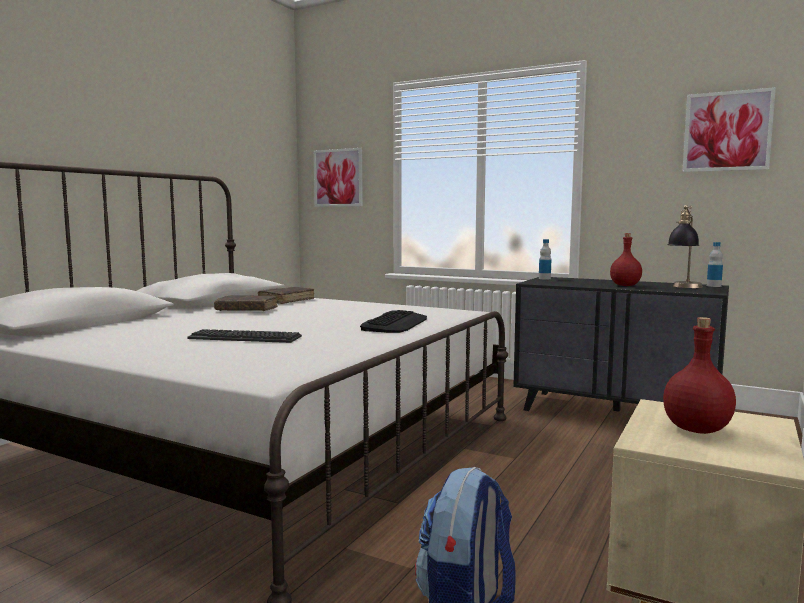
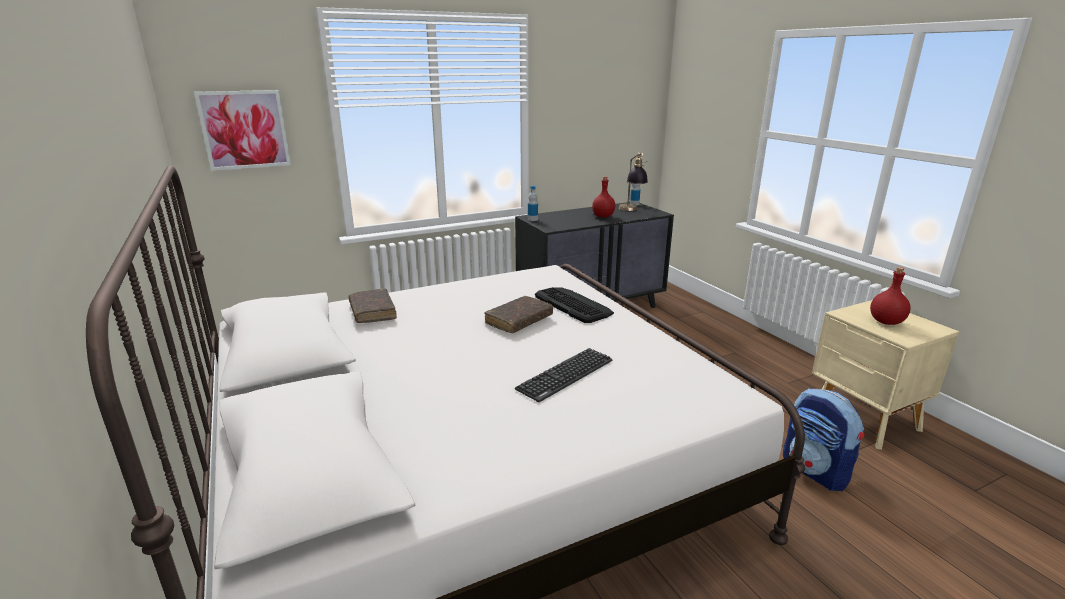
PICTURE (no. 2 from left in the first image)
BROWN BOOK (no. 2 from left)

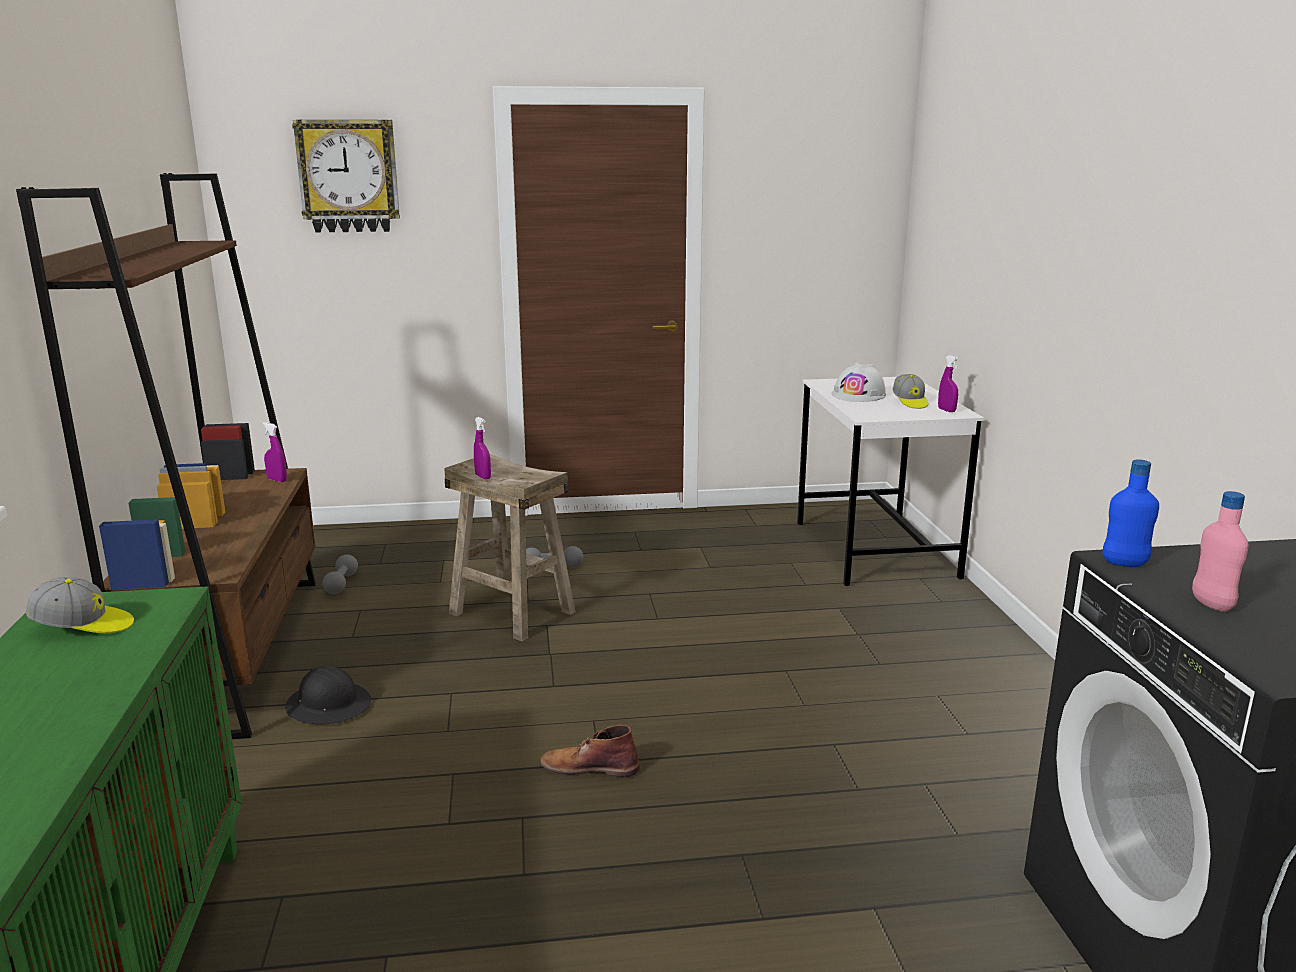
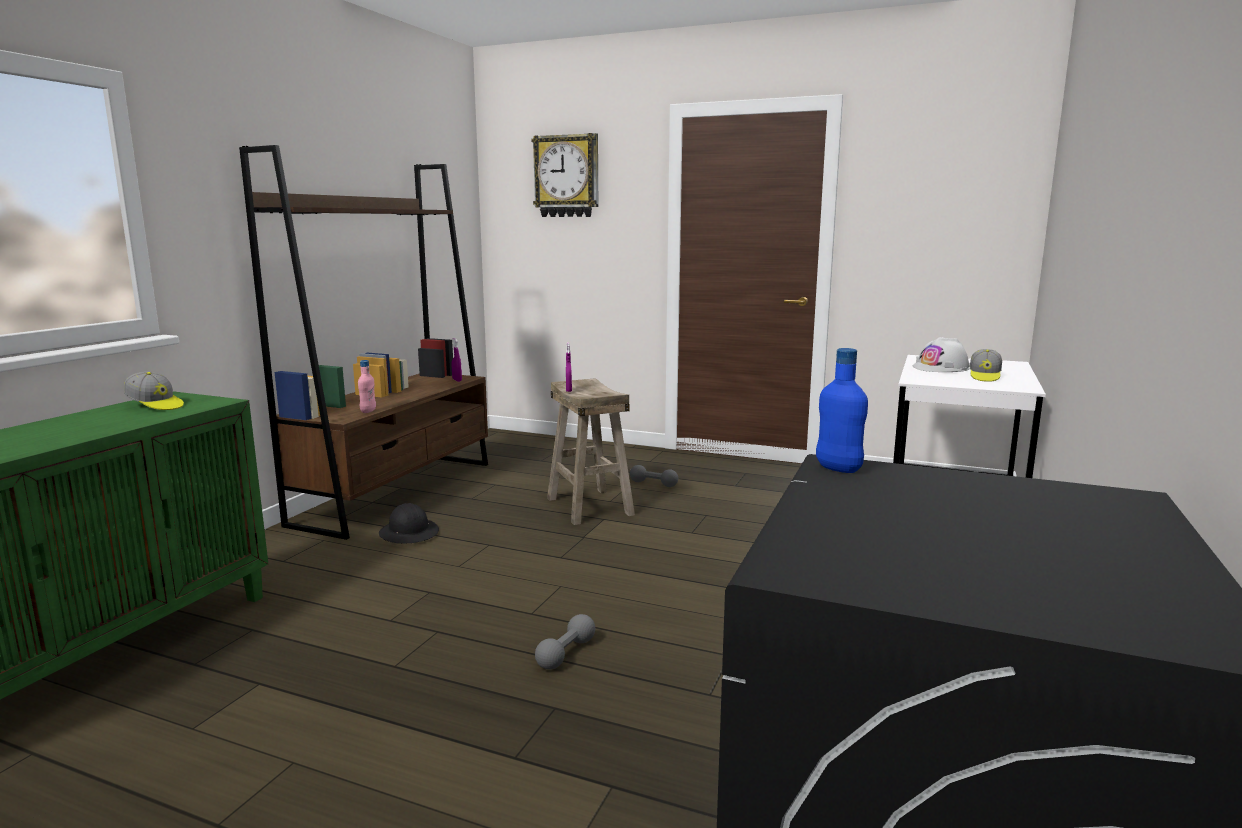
PURPLE SPRAY BOTTLE (no. 3 from left in the first image)
PINK BOTTLE
GREY DUMBBELL (no. 1 from left)
BROWN BOOT

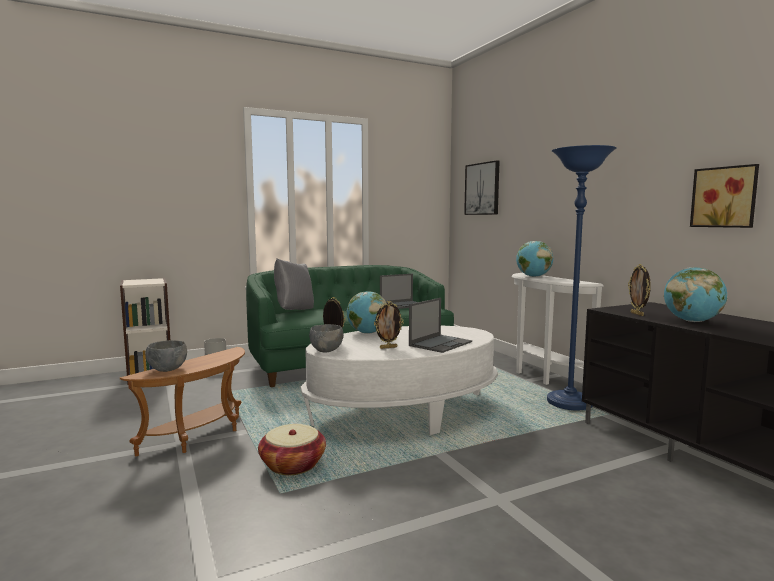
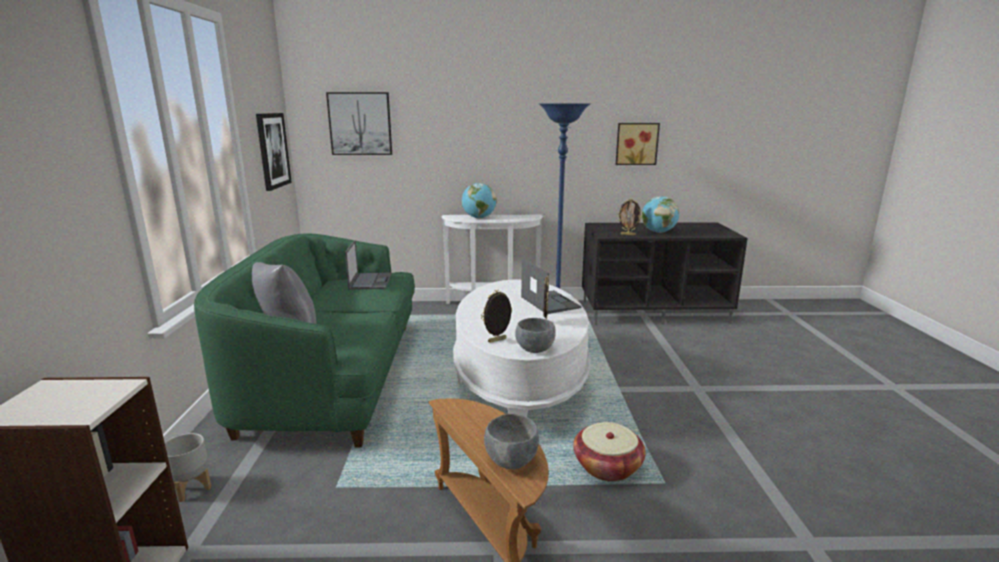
GLOBE (no. 1 from left in the first image)
PICTURE (no. 1 from left)

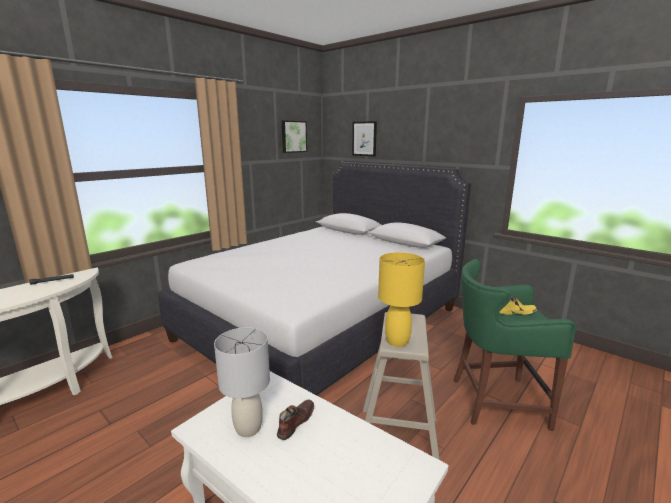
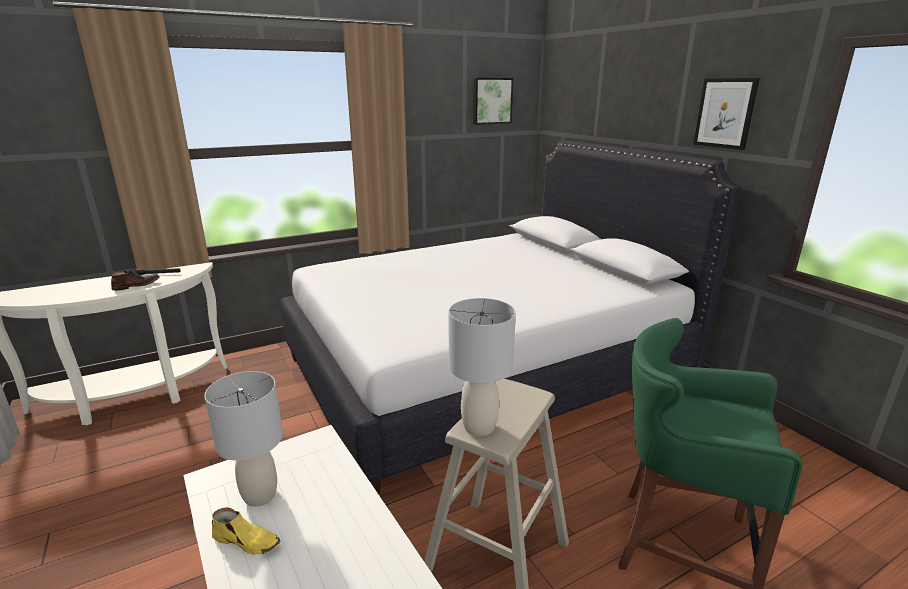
PICTURE (no. 2 from left)
GREY TABLE LAMP (no. 2 from left)
YELLOW SHOE
BROWN SHOE

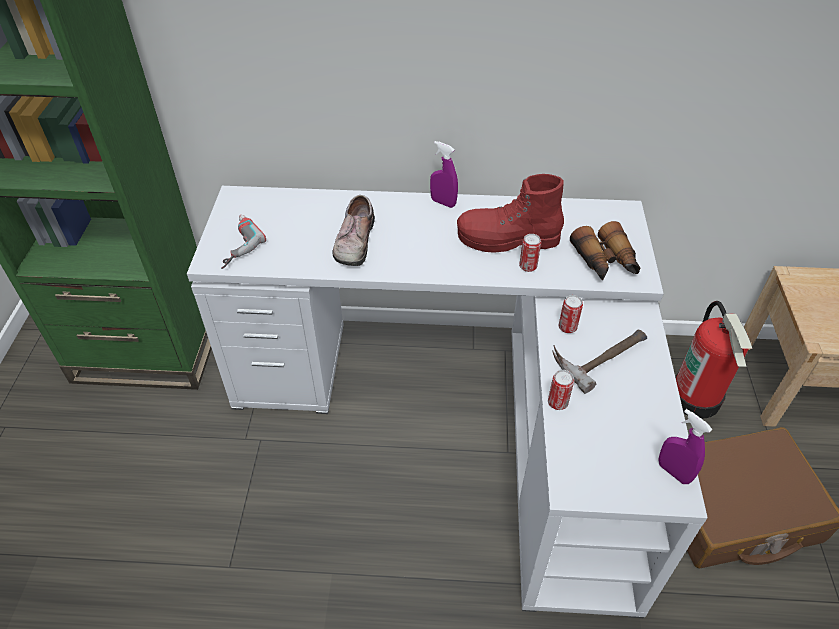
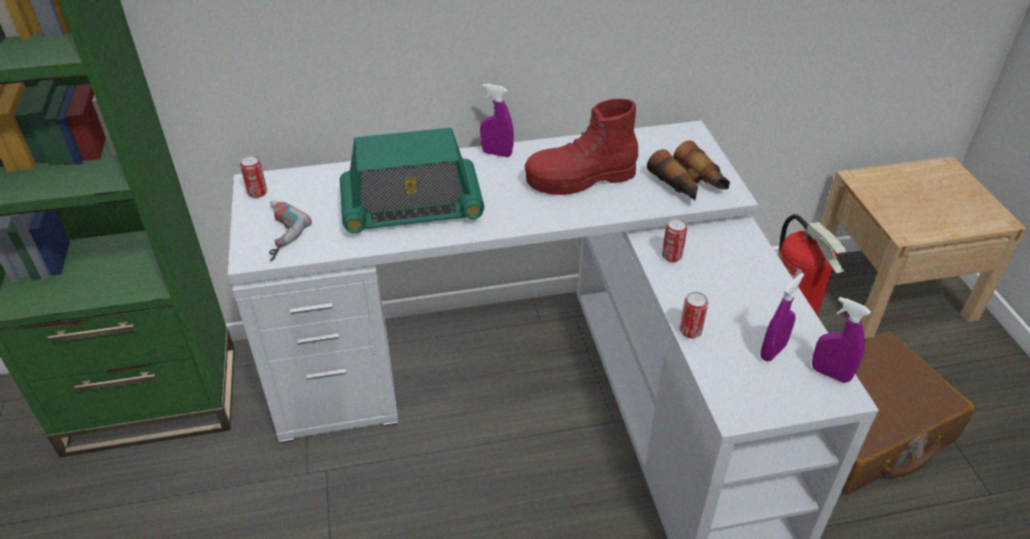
RADIO
CAN (no. 1 from left)
HAMMER
PURPLE SPRAY BOTTLE (no. 2 from left)

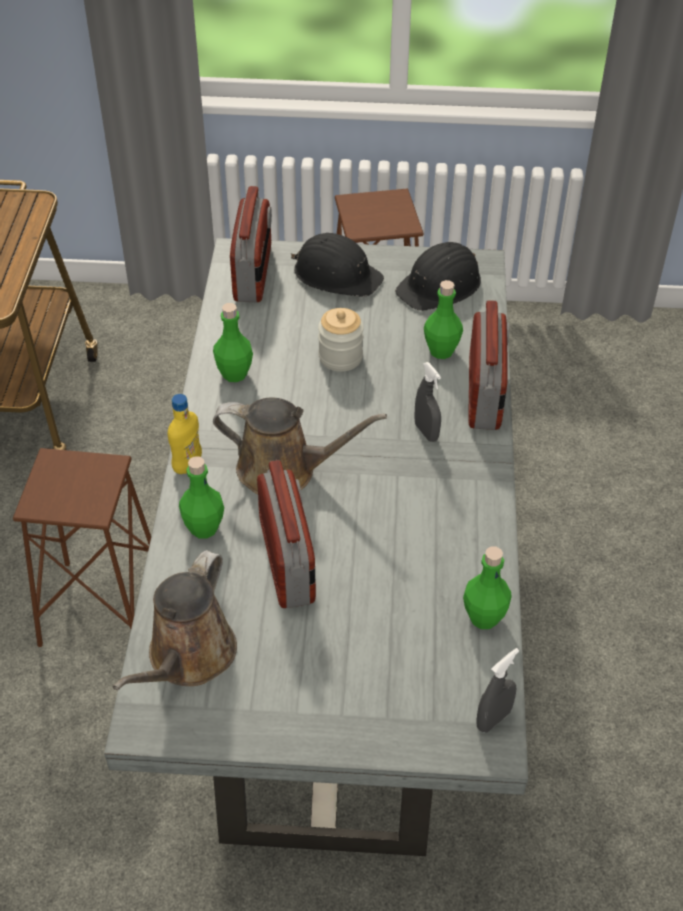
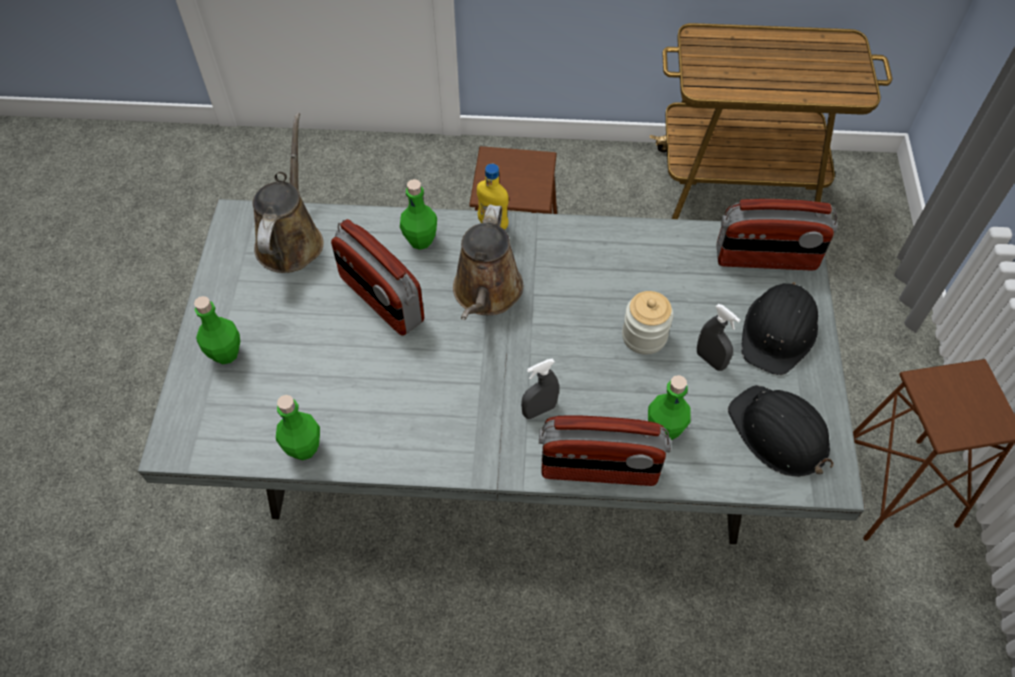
GREEN BOTTLE (no. 1 from left)
RADIO (no. 1 from left)
BROWN WATERING CAN (no. 1 from left)
GREY SPRAY BOTTLE (no. 2 from left)

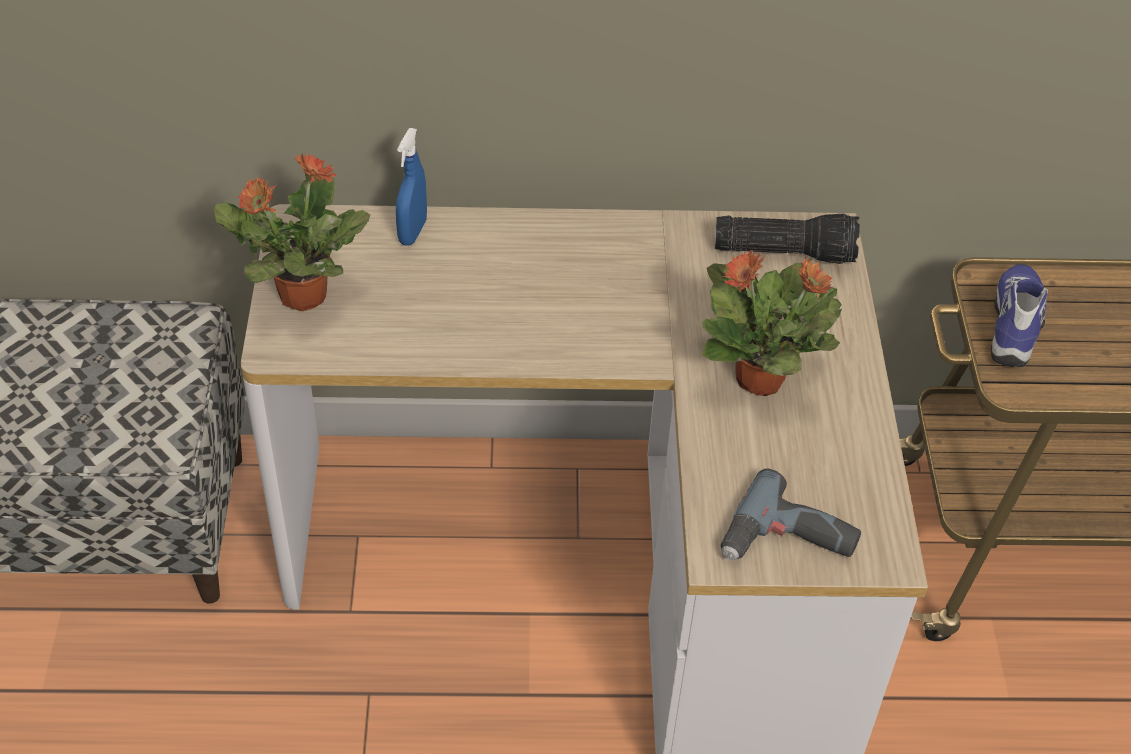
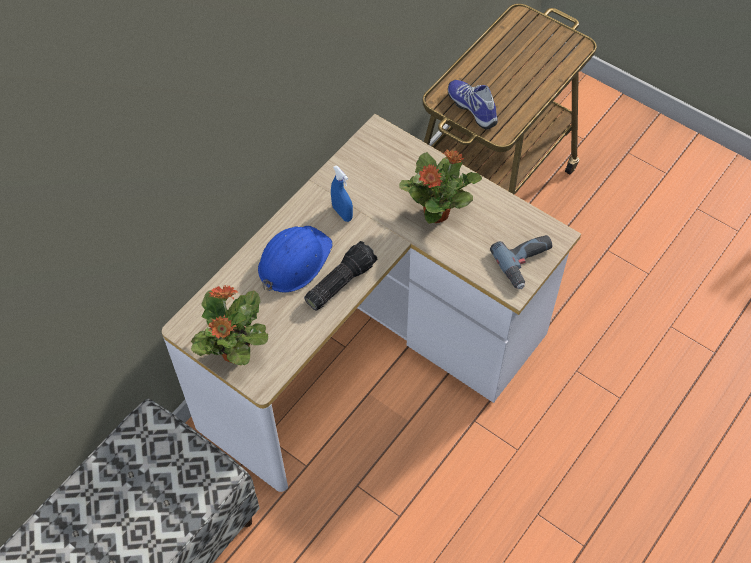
BLUE SPRAY BOTTLE
FLASHLIGHT
BLUE HARD HAT

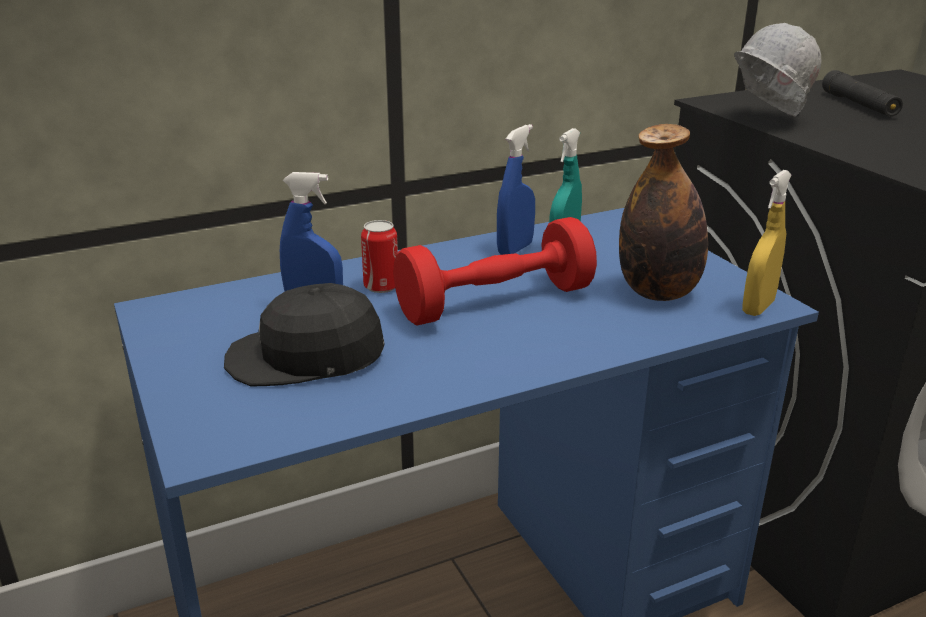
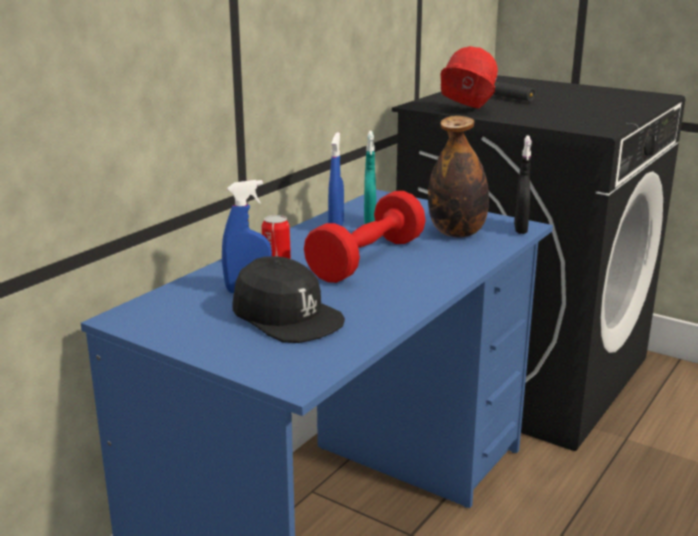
RED HARD HAT
BLACK SPRAY BOTTLE
BLACK CAP

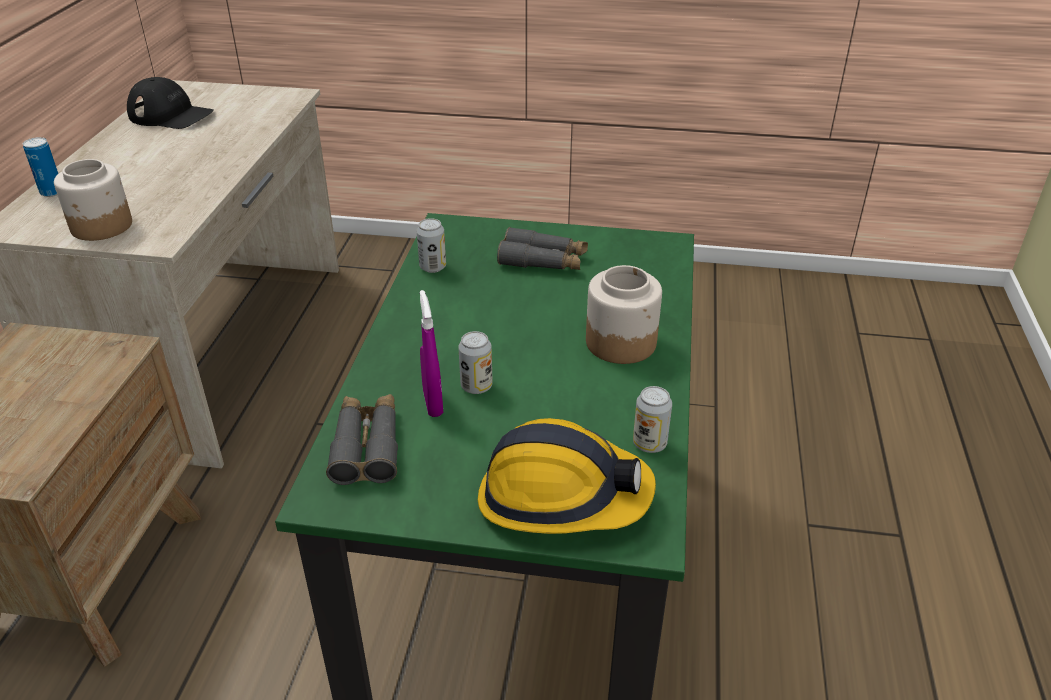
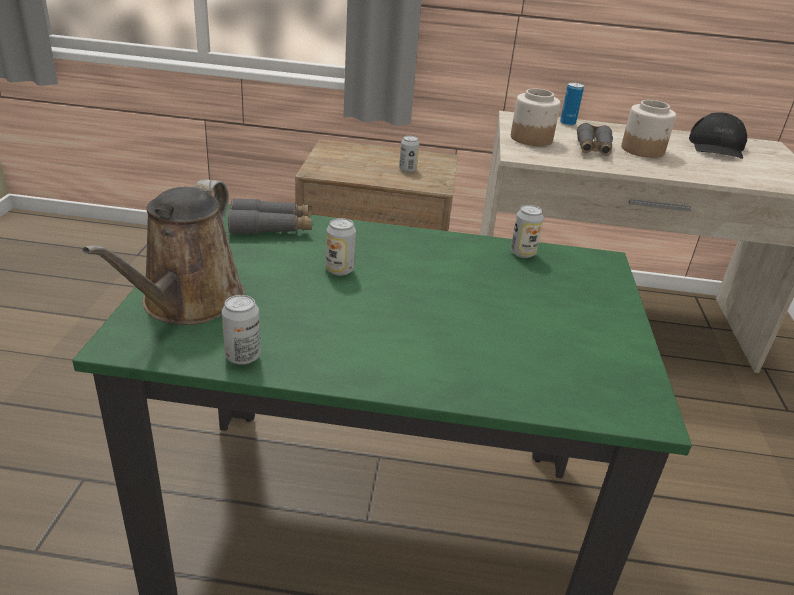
GREY BINOCULARS (no. 2 from left)
JAR (no. 2 from left)
PURPLE SPRAY BOTTLE
BROWN WATERING CAN
CAN (no. 3 from left)

